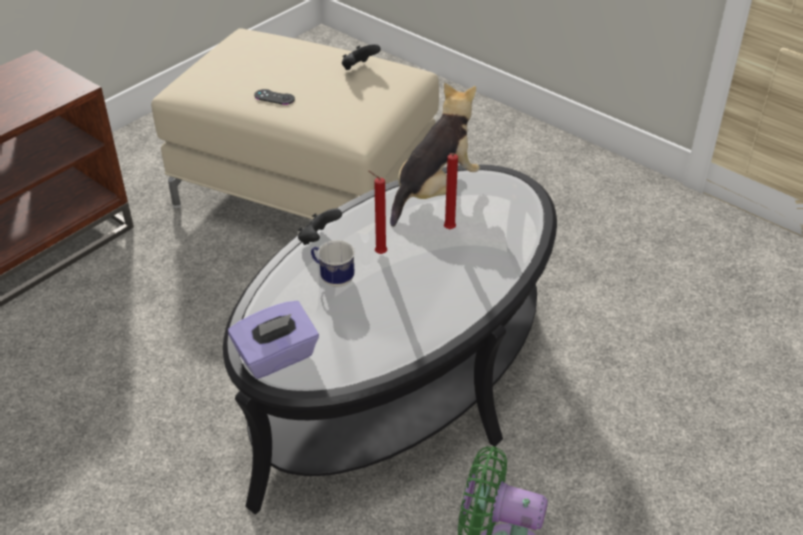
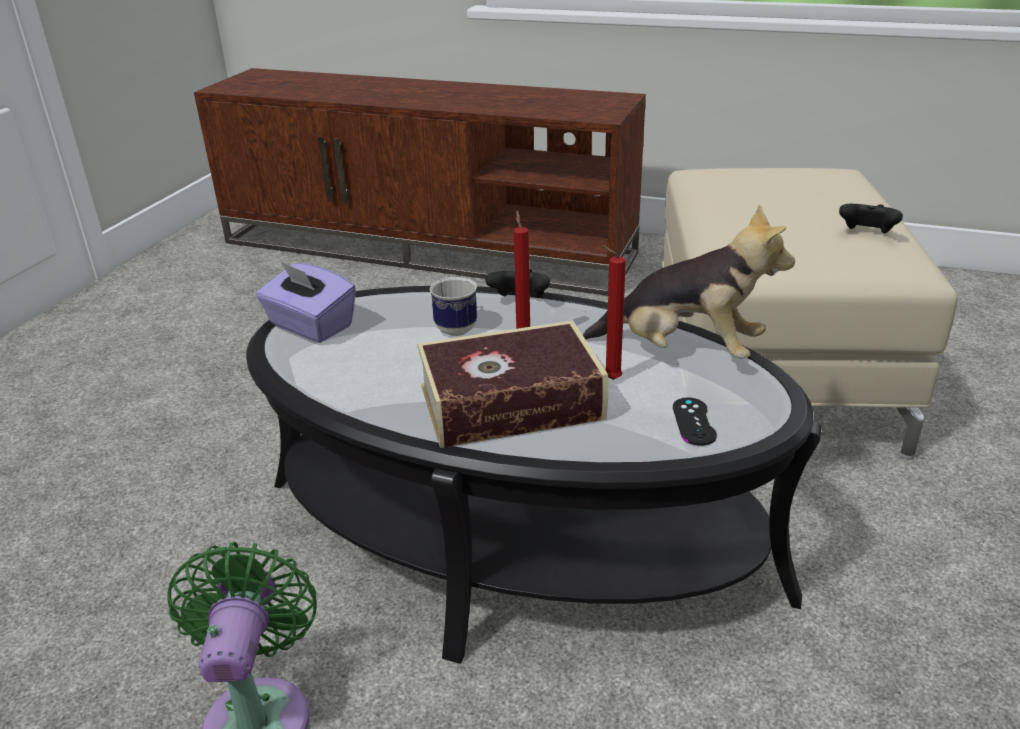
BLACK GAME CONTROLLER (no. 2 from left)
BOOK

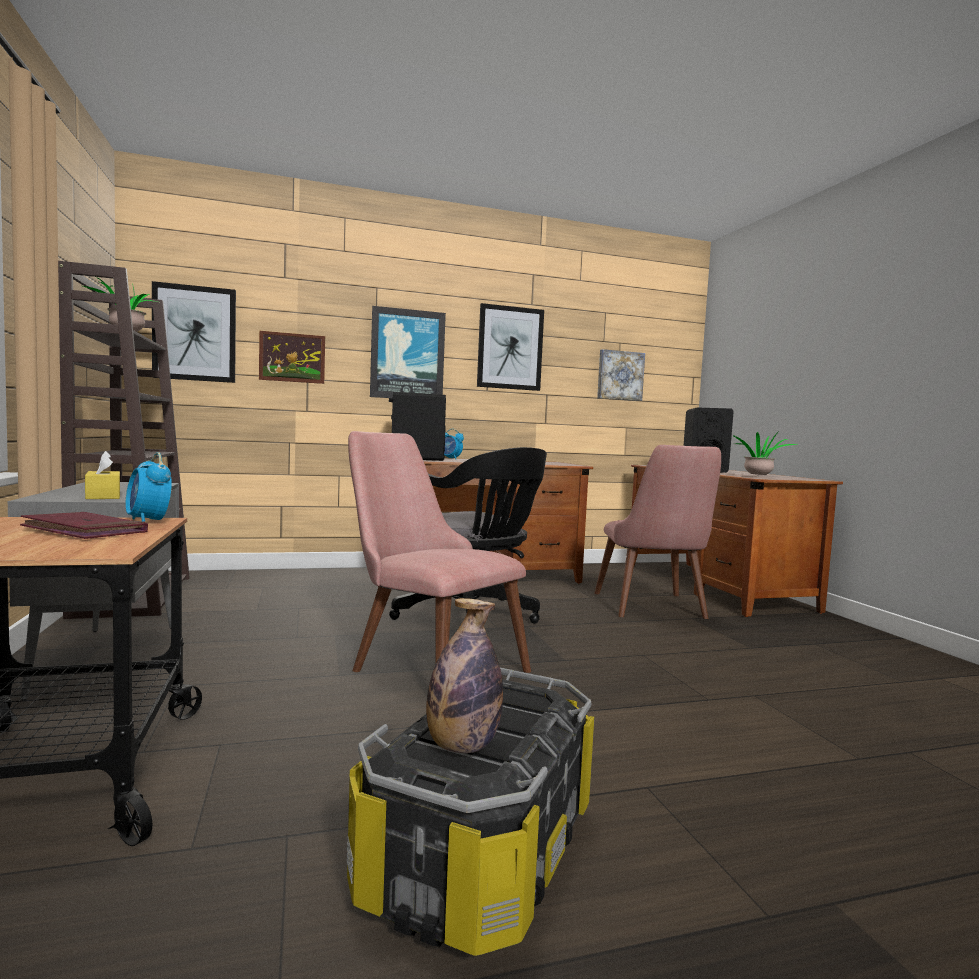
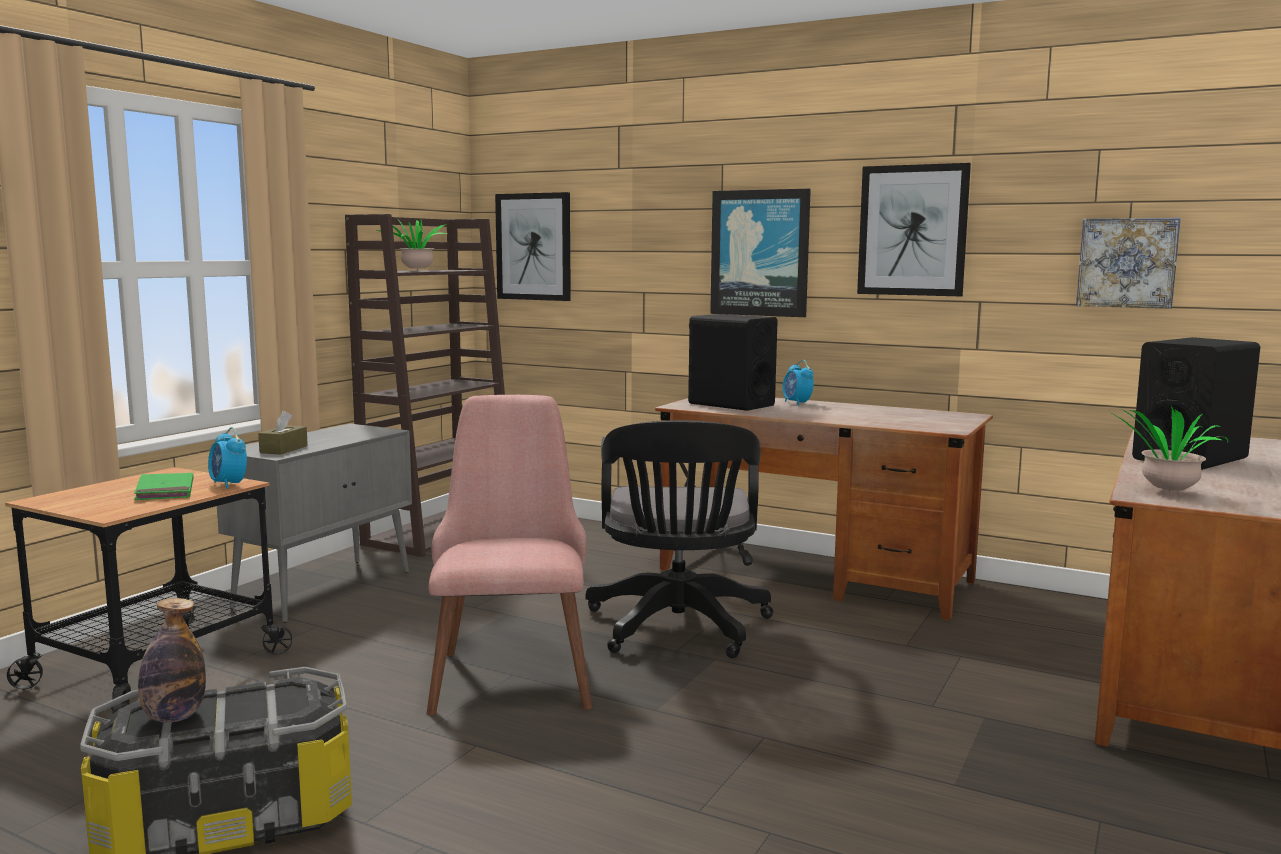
PICTURE (no. 2 from left in the first image)
PINK CHAIR (no. 2 from left in the first image)
BROWN TISSUE BOX
ALARM CLOCK (no. 1 from left)
GREEN BOOK

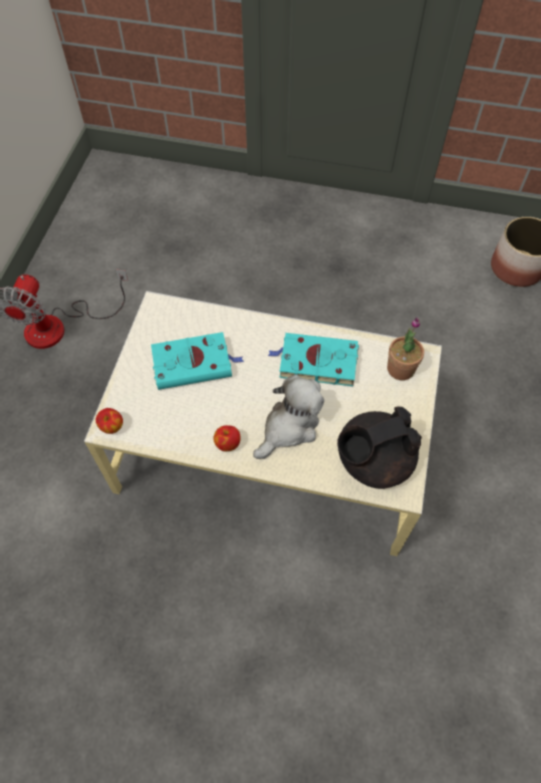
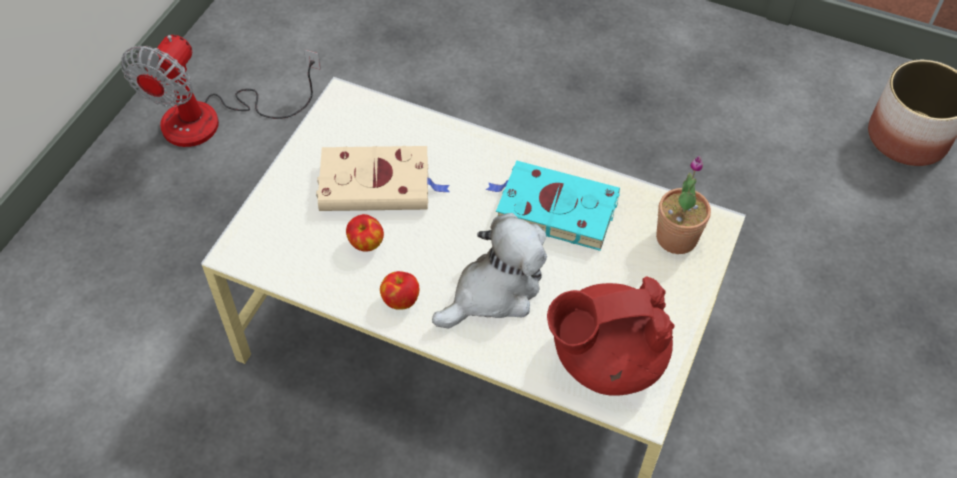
BEIGE BOOK
RED TEAPOT
APPLE (no. 1 from left)

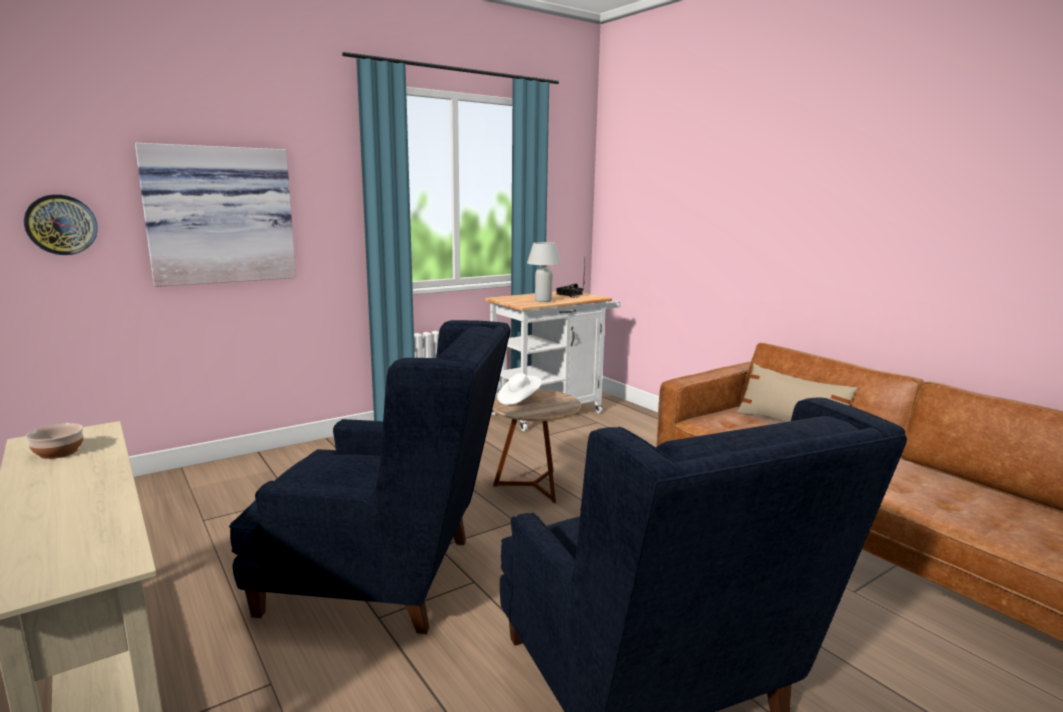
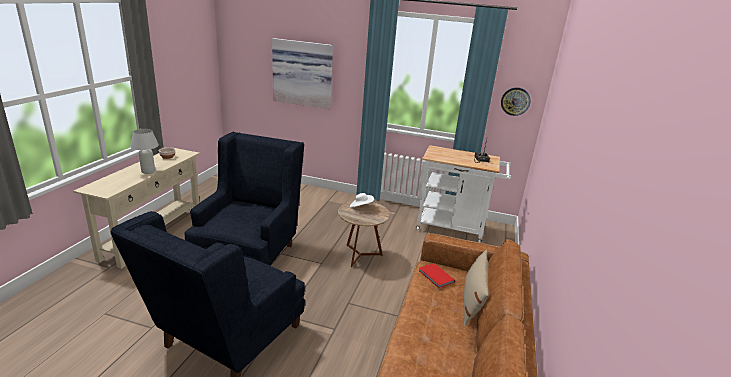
WALL CLOCK
WHITE TABLE LAMP
BLUE ARMCHAIR (no. 2 from left)
RED BOOK

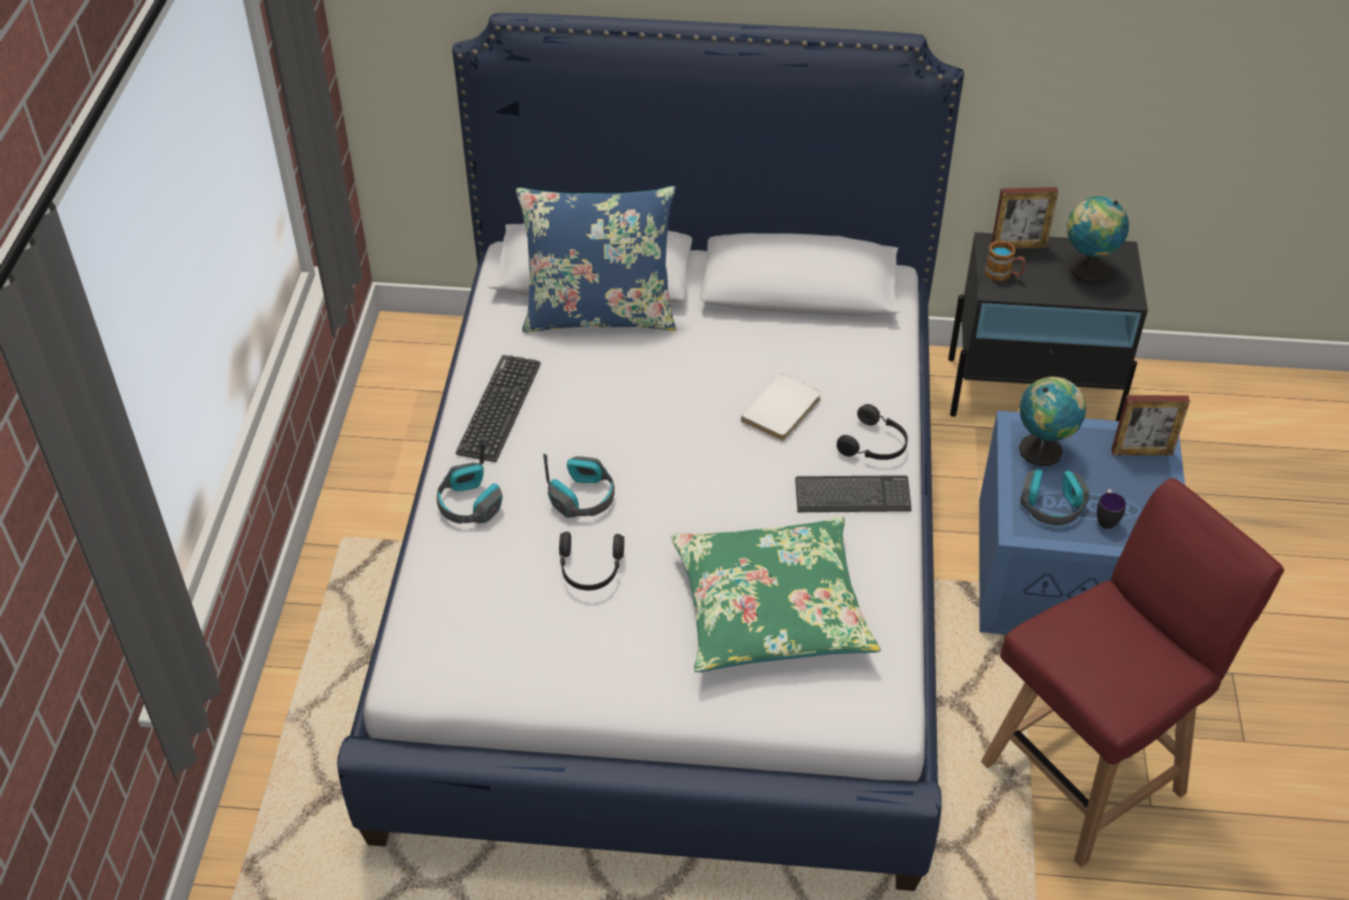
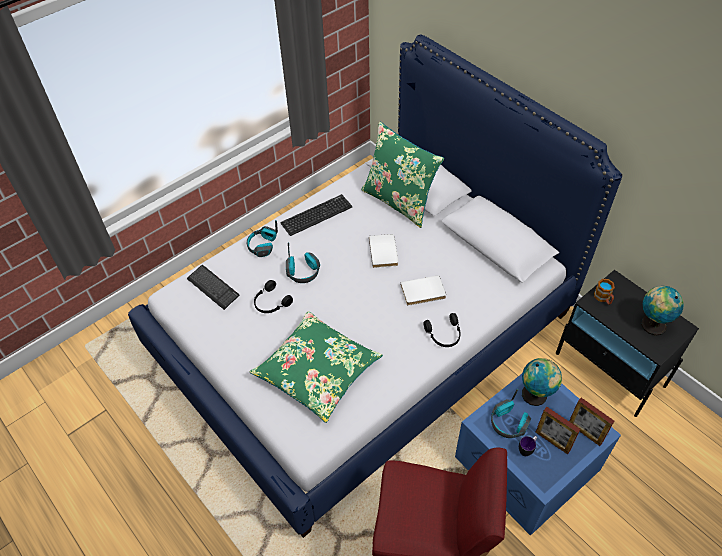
GREEN PILLOW (no. 2 from left)
PICTURE FRAME (no. 1 from left)
KEYBOARD (no. 1 from left)
WHITE BOOK (no. 1 from left)

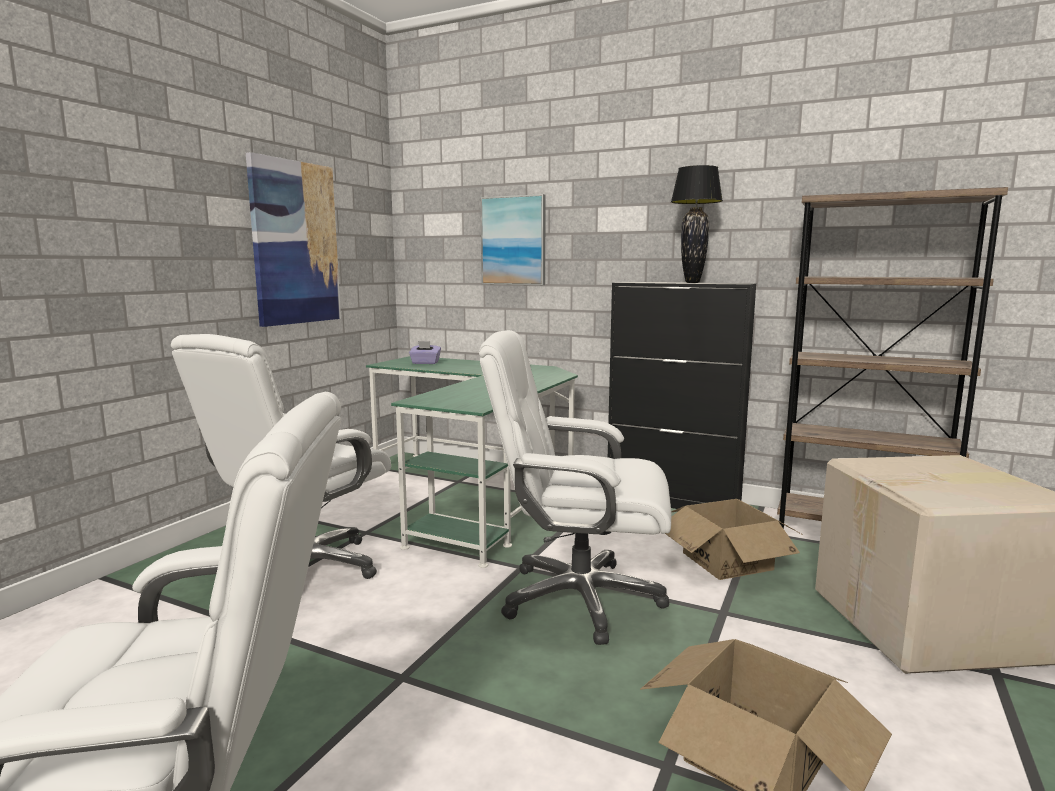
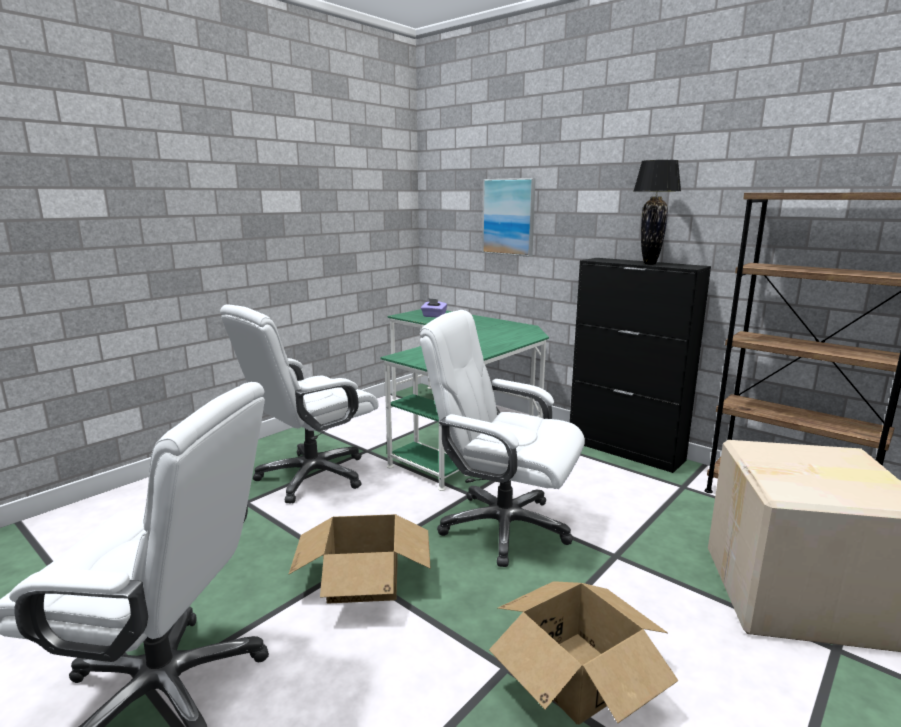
PICTURE (no. 1 from left in the first image)
CARDBOARD BOX (no. 1 from left)

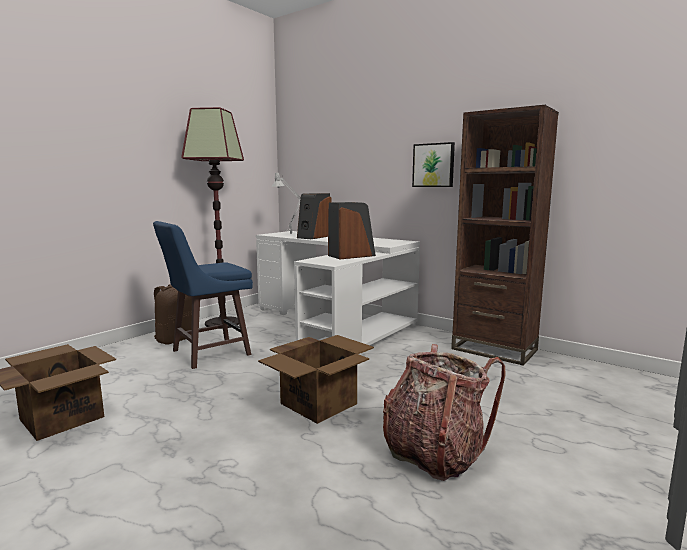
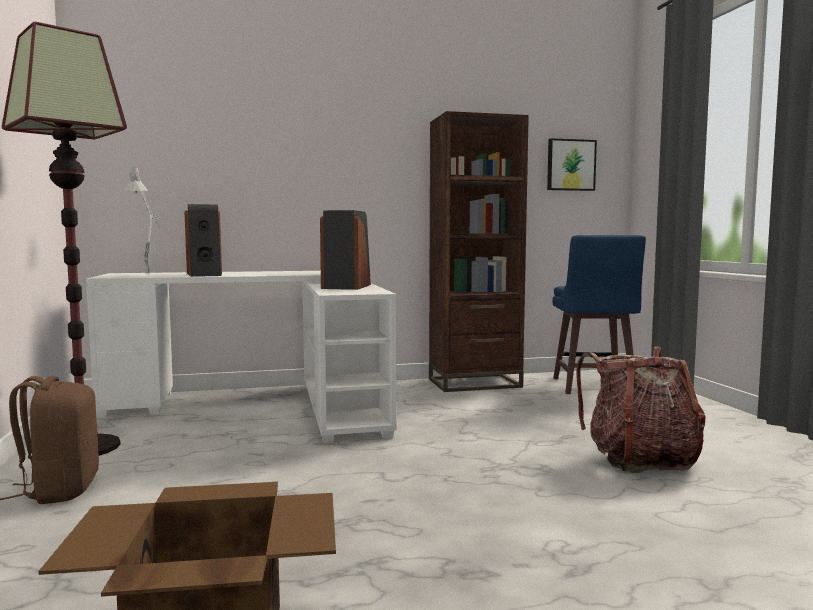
PICTURE
BLUE STOOL
CARDBOARD BOX (no. 2 from left in the first image)

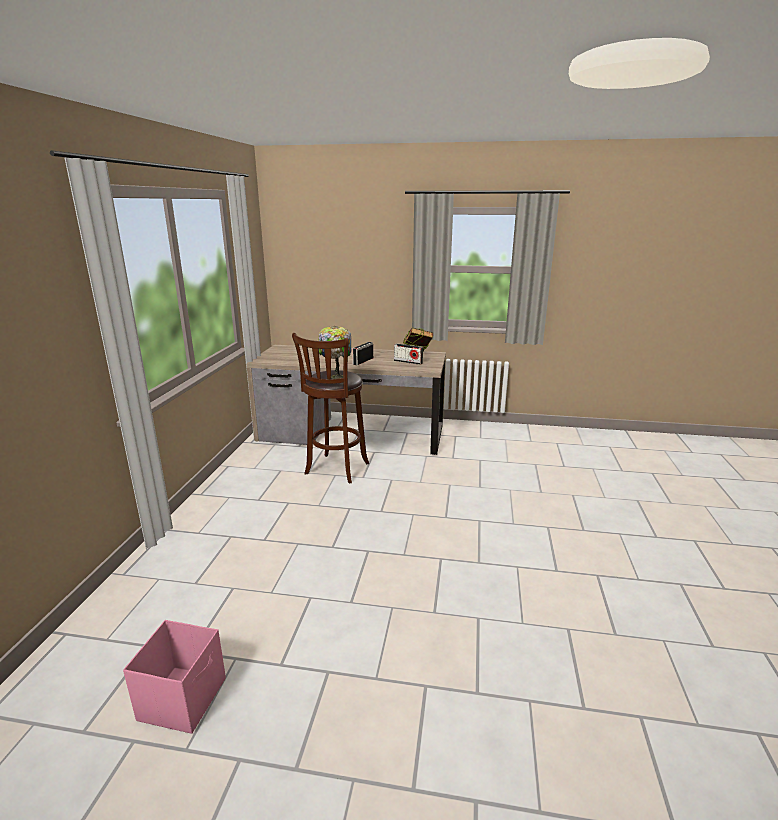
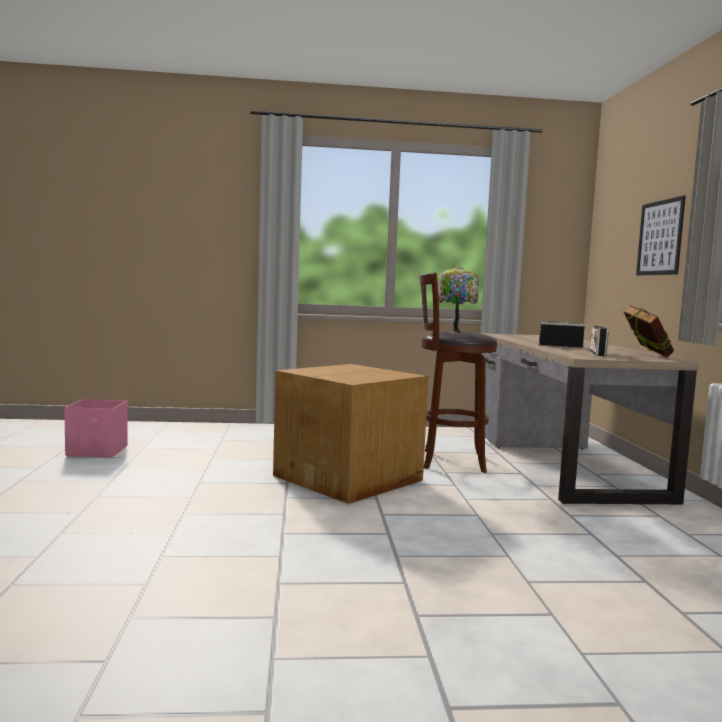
PICTURE
CARDBOARD BOX

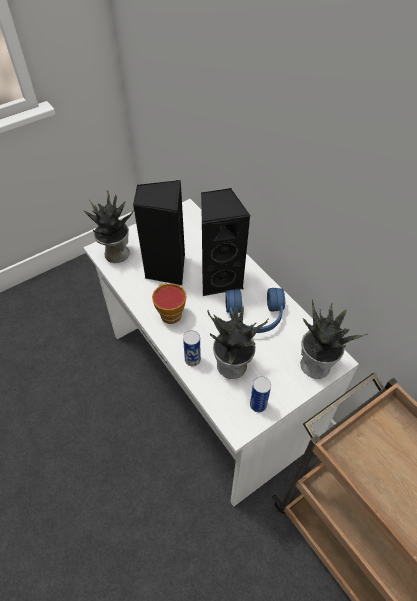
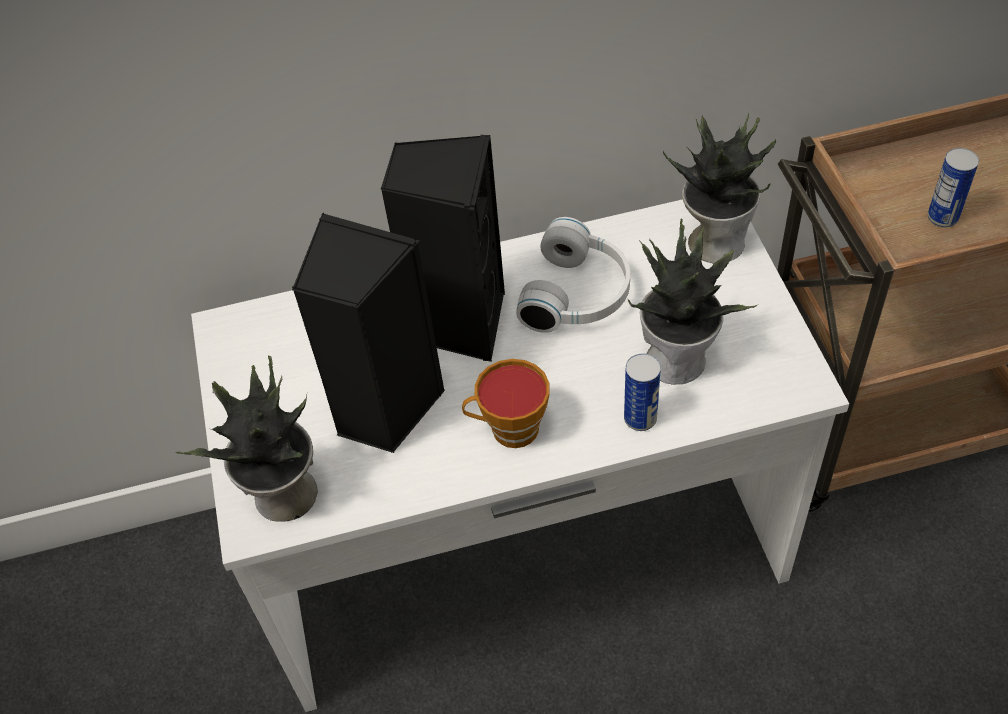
WHITE HEADPHONES
CAN (no. 2 from left)

